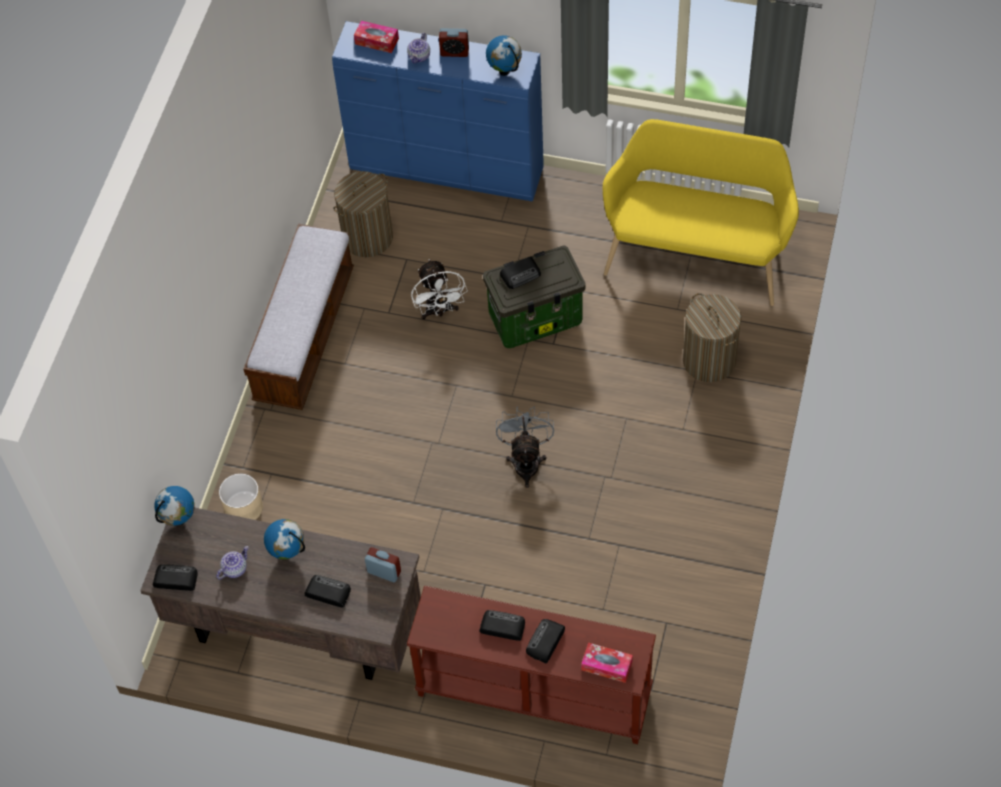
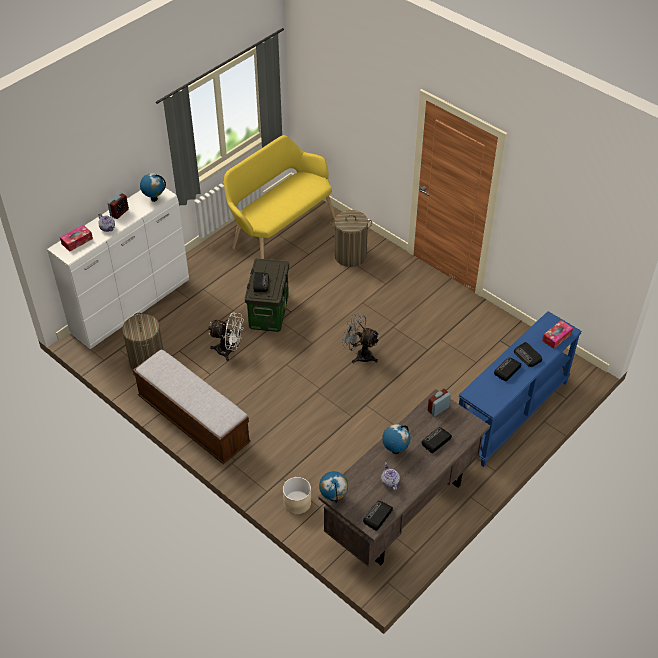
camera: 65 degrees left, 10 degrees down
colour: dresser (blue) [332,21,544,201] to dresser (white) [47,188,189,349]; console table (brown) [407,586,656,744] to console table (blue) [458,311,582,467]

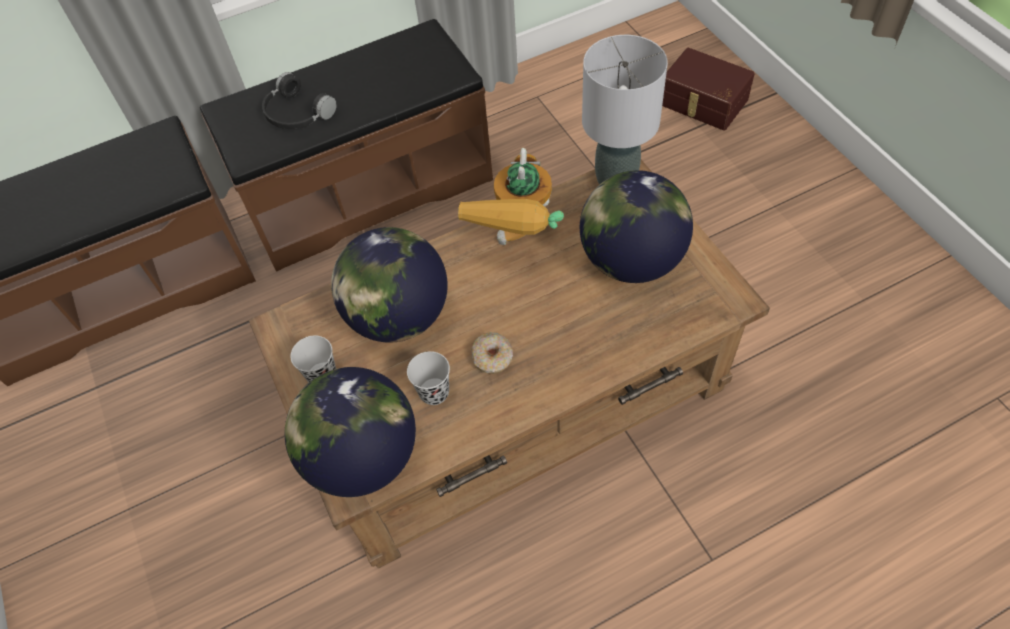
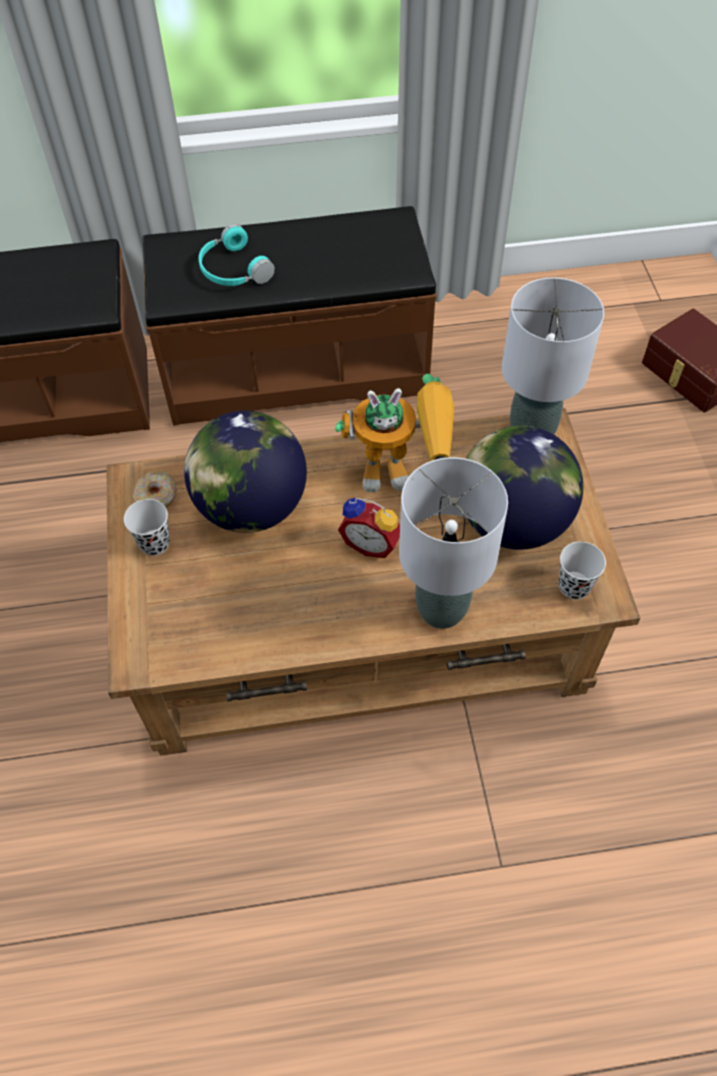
camera: 15 degrees right, 0 degrees up
missing: globe [285,367,416,497]
appeared: table lamp (grey) [399,457,508,629]; alarm clock [338,498,400,558]
relocated: donut [471,332,513,374] to [133,471,176,508]; cup (black) [407,351,450,405] to [559,542,606,599]
colour: headphones (black) [262,72,337,129] to headphones (turquoise) [198,224,275,286]
spun: toy robot [458,148,564,245] = [335,374,454,492] 120 degrees counterclockwise

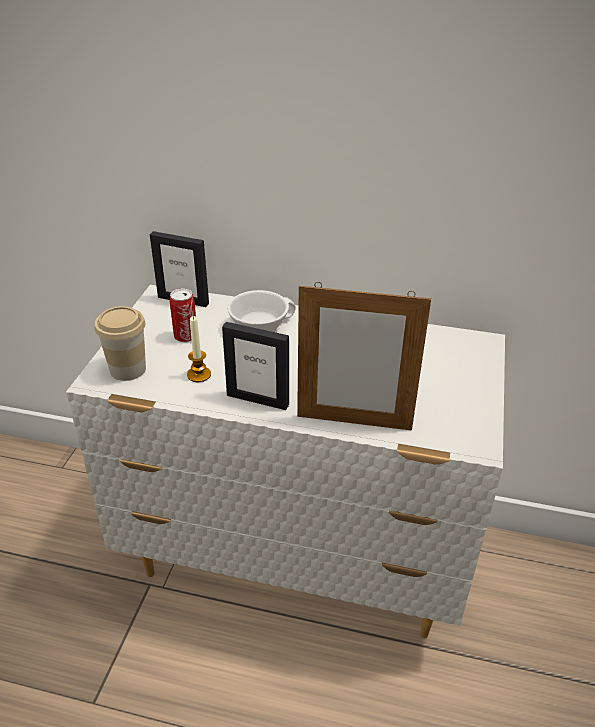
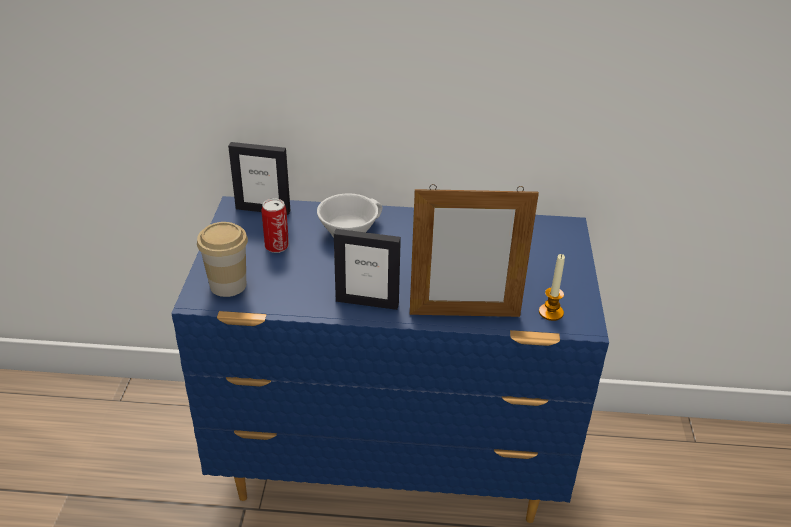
camera: 10 degrees left, 0 degrees up
relocated: candle [187,316,211,382] to [539,254,565,321]
colour: dresser (white) [66,285,505,638] to dresser (blue) [171,196,609,523]

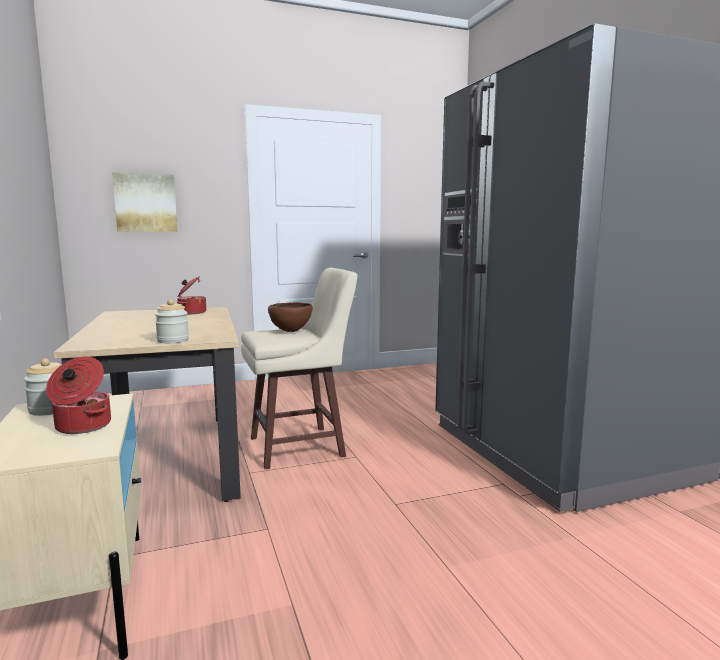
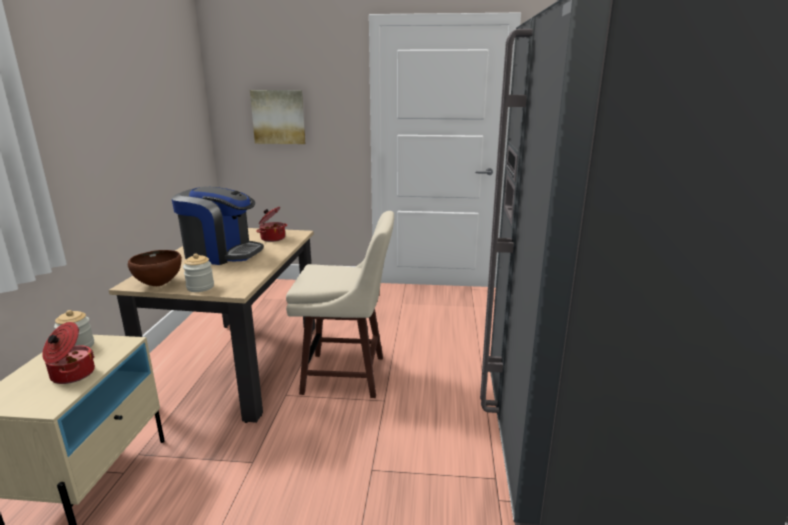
camera: 25 degrees right, 10 degrees up
appeared: coffee machine [172,187,264,265]
relocated: bowl (brown) [268,302,312,332] to [128,250,182,286]

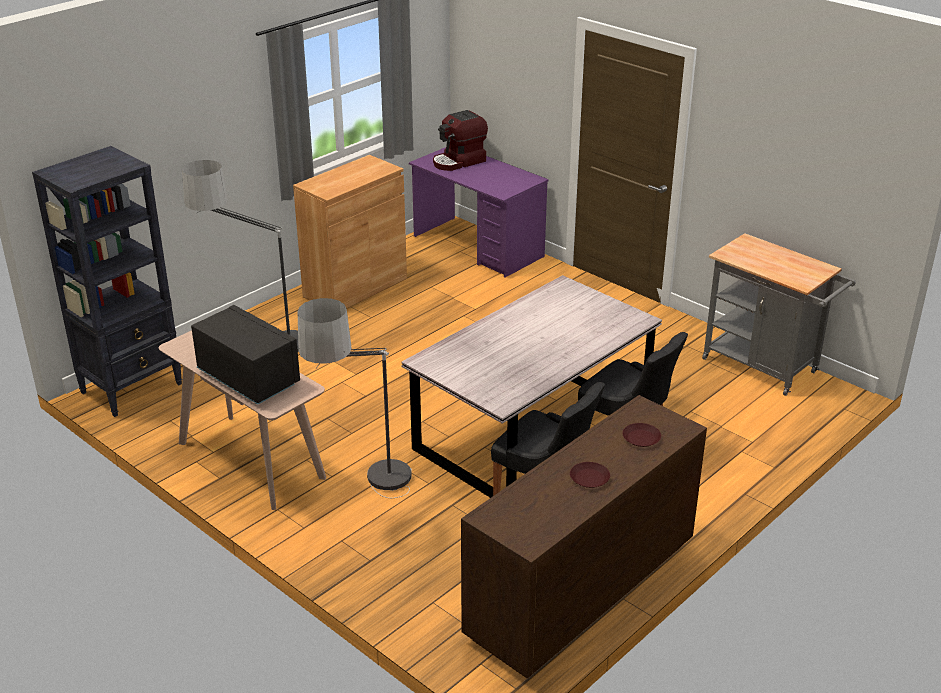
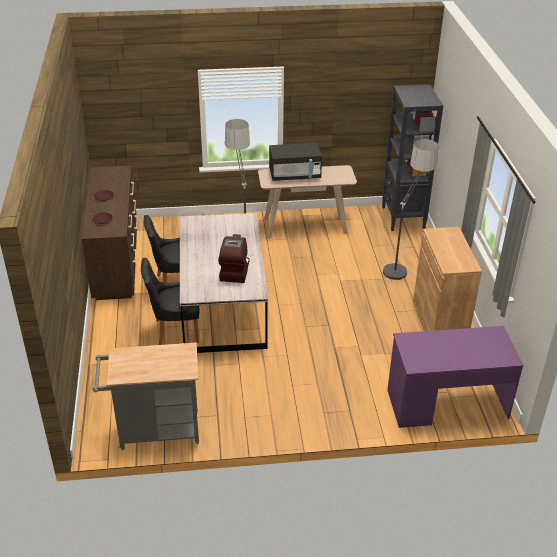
camera: 130 degrees right, 5 degrees up
relocated: coffee machine [433,110,488,171] to [218,234,249,283]

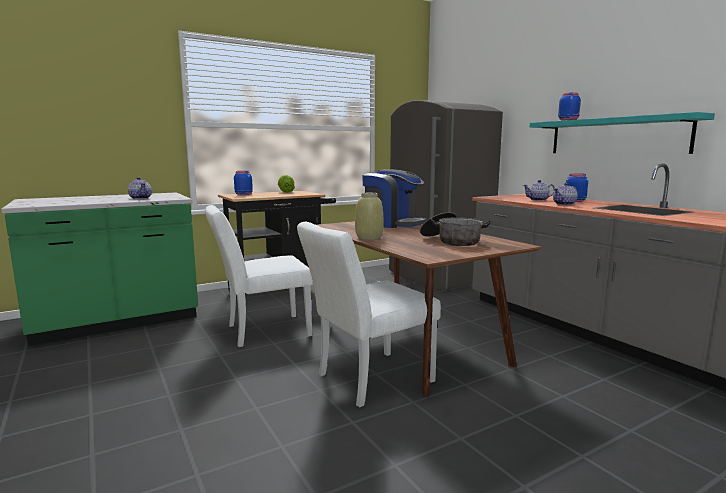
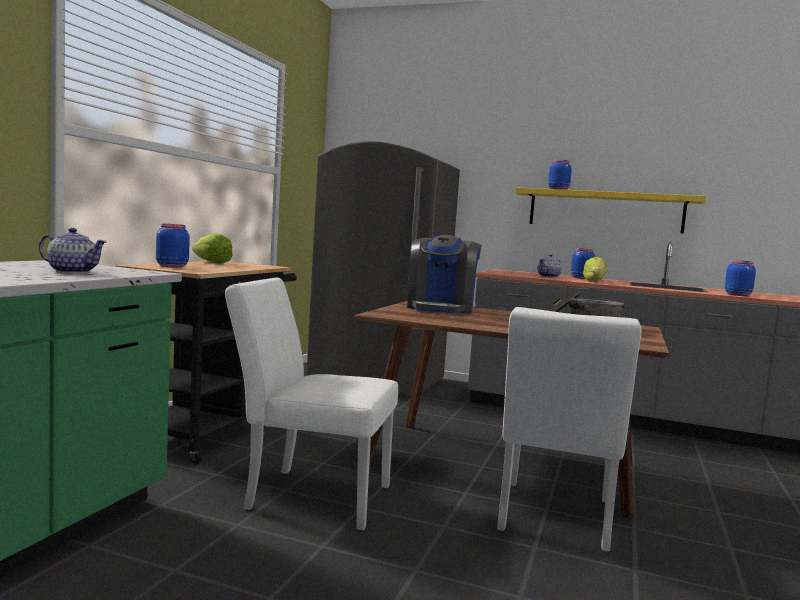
camera: 40 degrees left, 5 degrees down
missing: vase (beige) [355,193,384,240]
appeared: jar (blue) [725,260,756,296]
exchanged: teapot [553,183,577,205] to lettuce [583,257,607,282]
colour: shelf (turquoise) [530,112,715,154] to shelf (yellow) [515,187,706,234]
spun: coffee machine [362,169,426,228] = [407,235,482,314] 105 degrees clockwise; chair (white) [205,205,313,347] = [225,278,398,530] 75 degrees clockwise

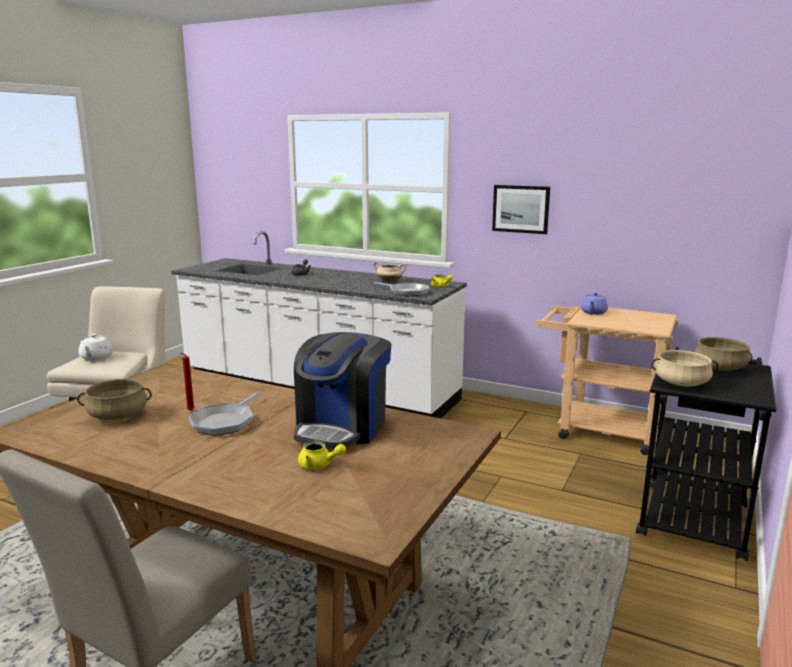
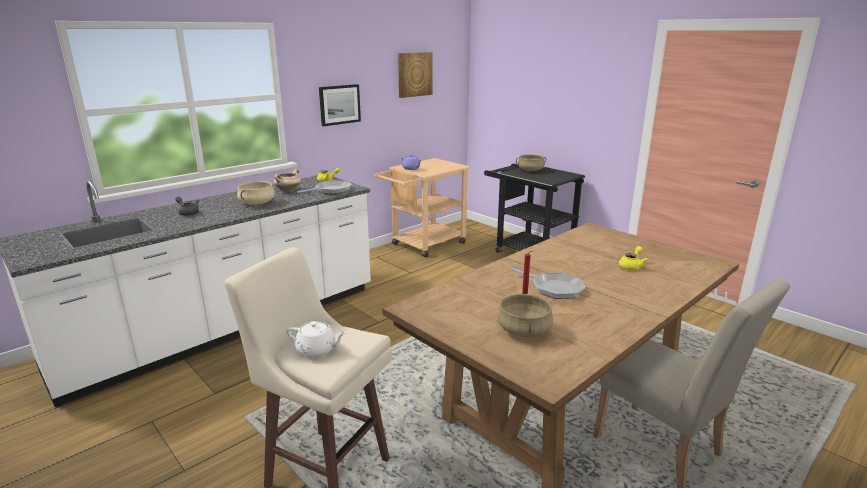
camera: 70 degrees left, 5 degrees up
missing: coffee machine [294,332,391,449]
appeared: picture [398,52,432,98]
relocated: cooking pot (beige) [651,350,718,387] to [237,181,275,205]

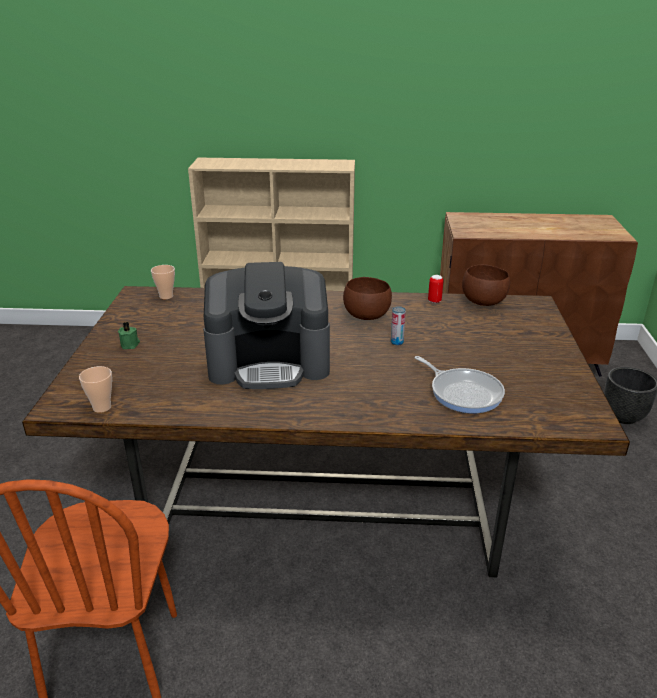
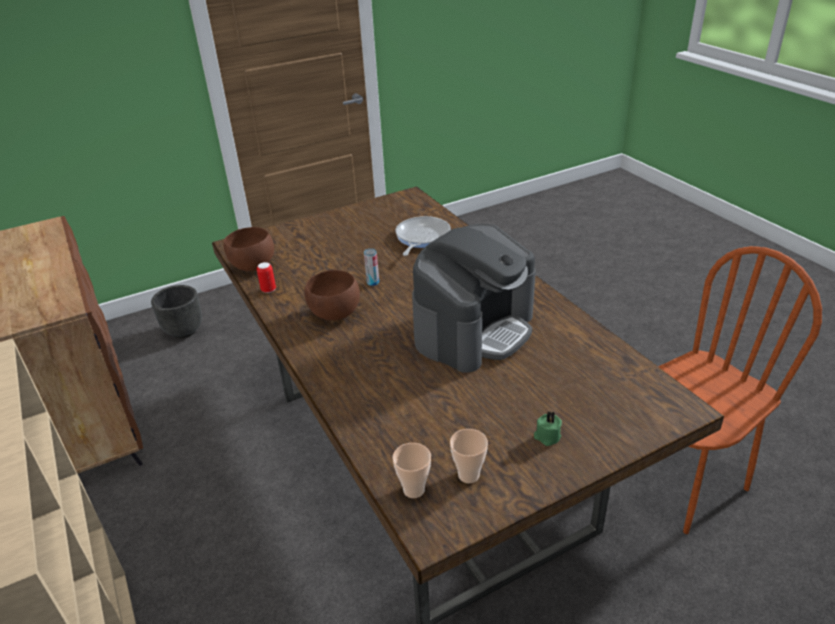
camera: 120 degrees left, 5 degrees up
relocated: cup [79,366,112,413] to [450,429,488,483]
spun: coffee machine [203,262,330,389] = [412,224,536,373] 75 degrees clockwise

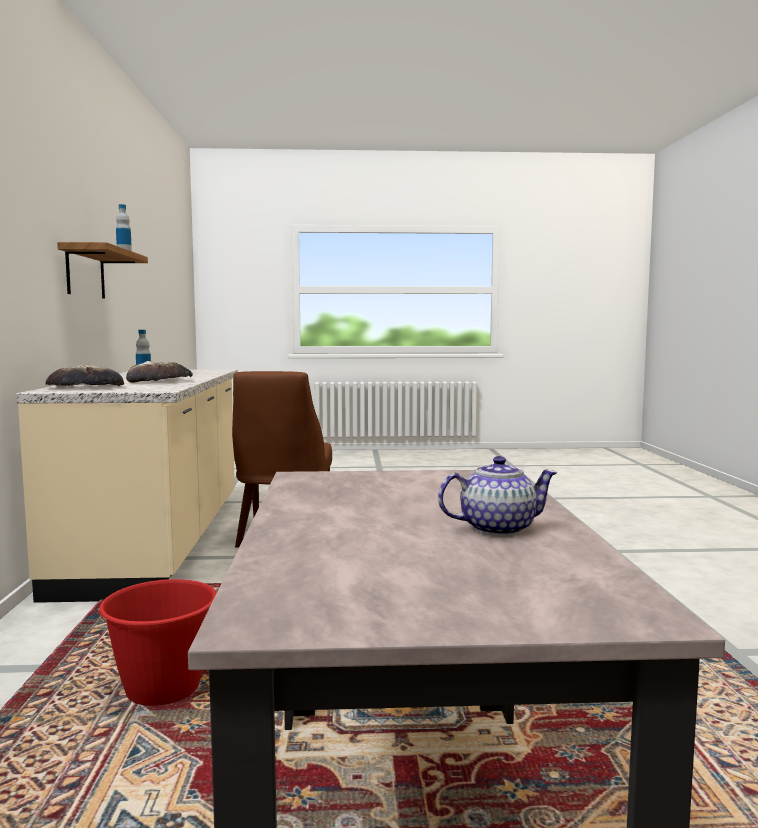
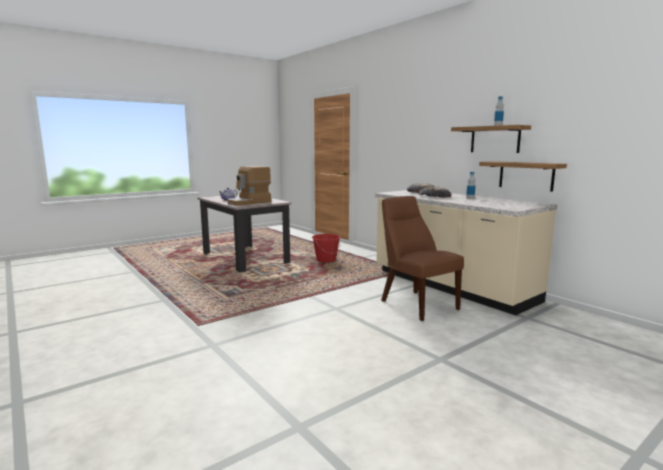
camera: 145 degrees right, 5 degrees up
appeared: shelf [479,161,567,192]; coffee machine [228,166,271,205]

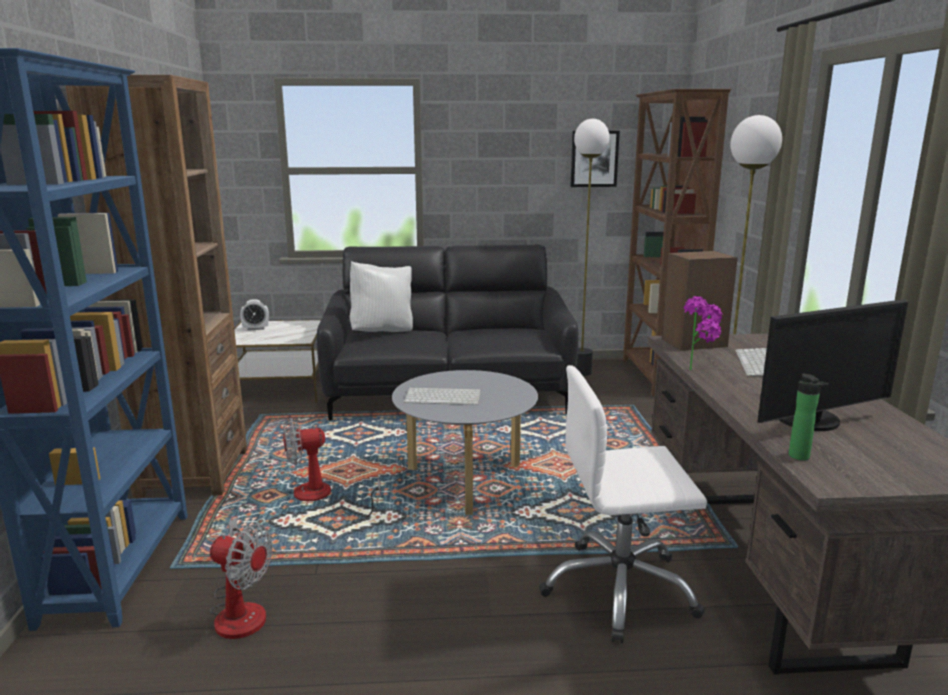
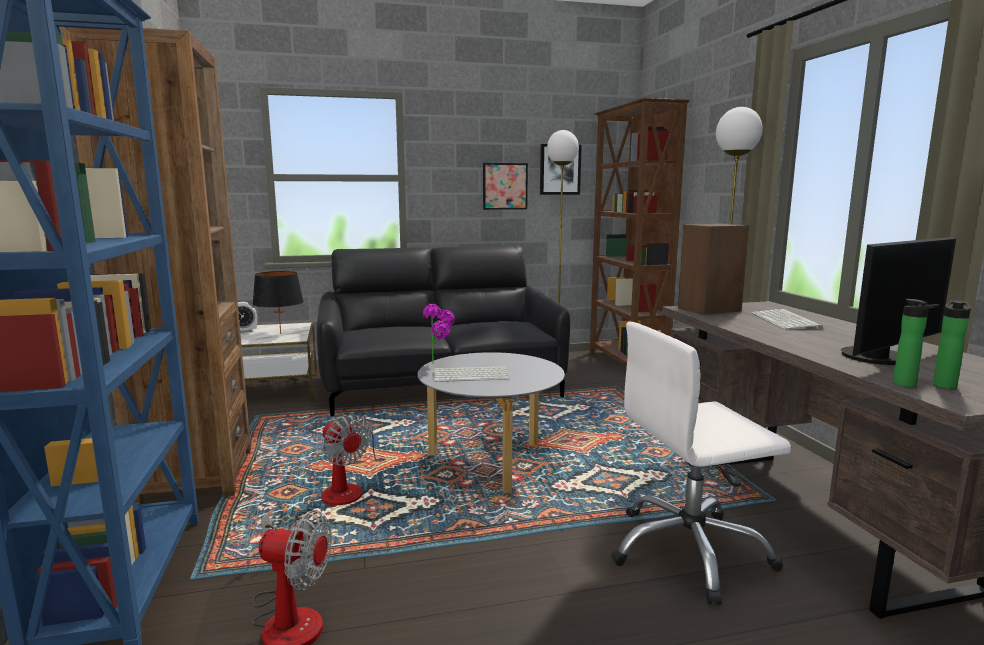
camera: 10 degrees left, 5 degrees down
missing: pillow (white) [350,261,413,332]
appeared: picture [483,163,528,210]; table lamp (black) [252,271,304,334]; bottle [933,300,971,389]
relocated: potted plant [684,296,723,370] to [423,304,455,363]
spun: fan [283,418,381,517] = [321,415,376,505] 105 degrees counterclockwise

